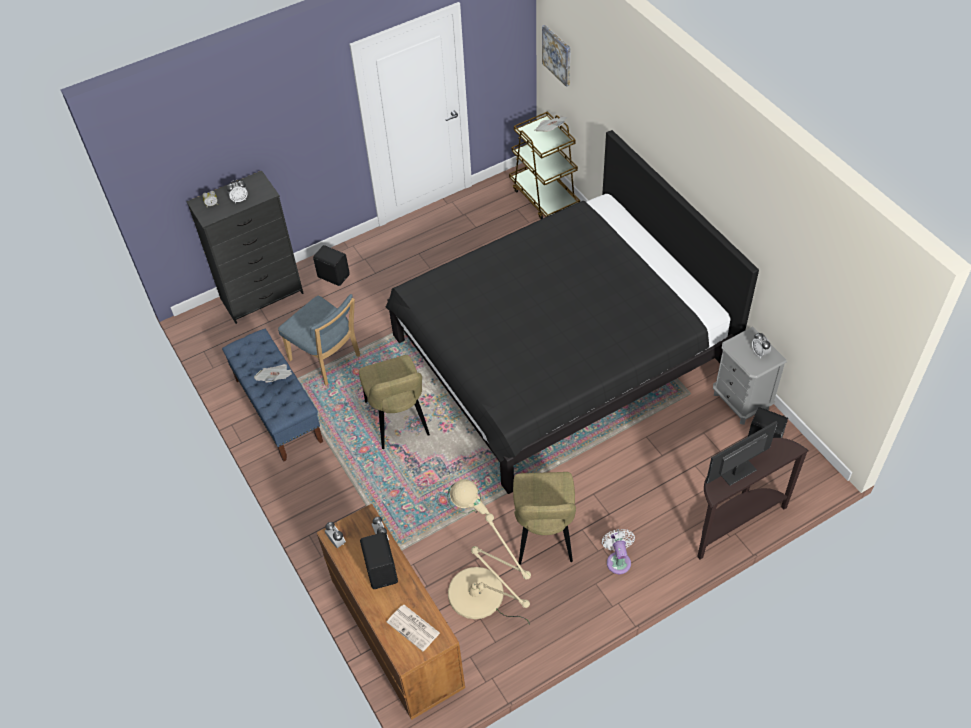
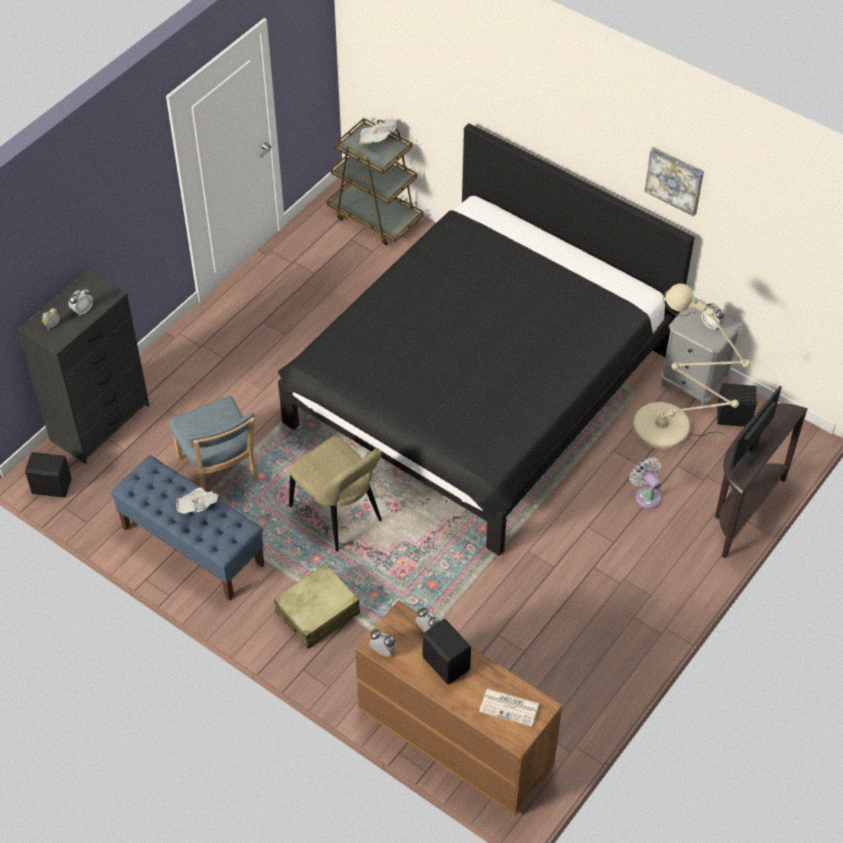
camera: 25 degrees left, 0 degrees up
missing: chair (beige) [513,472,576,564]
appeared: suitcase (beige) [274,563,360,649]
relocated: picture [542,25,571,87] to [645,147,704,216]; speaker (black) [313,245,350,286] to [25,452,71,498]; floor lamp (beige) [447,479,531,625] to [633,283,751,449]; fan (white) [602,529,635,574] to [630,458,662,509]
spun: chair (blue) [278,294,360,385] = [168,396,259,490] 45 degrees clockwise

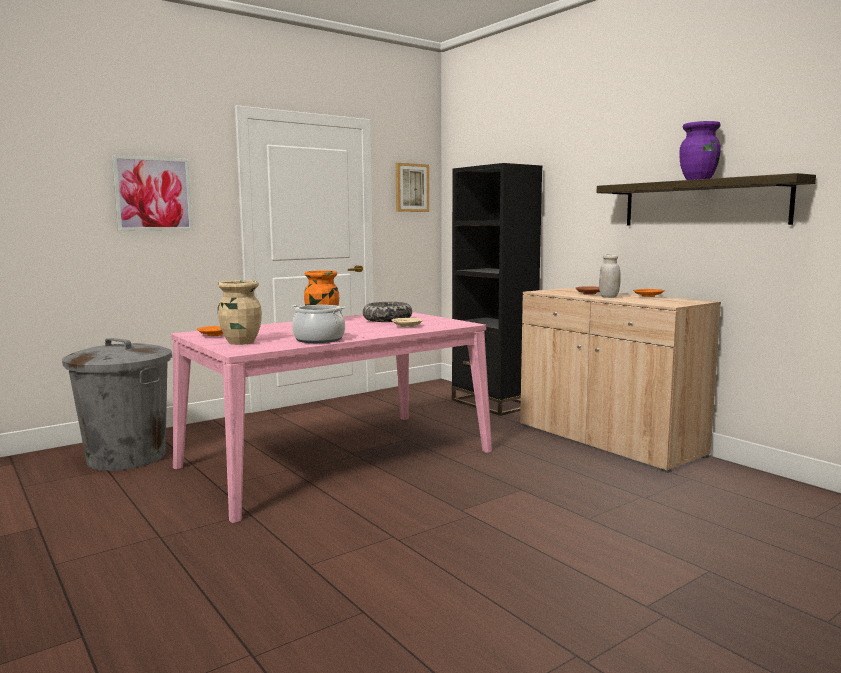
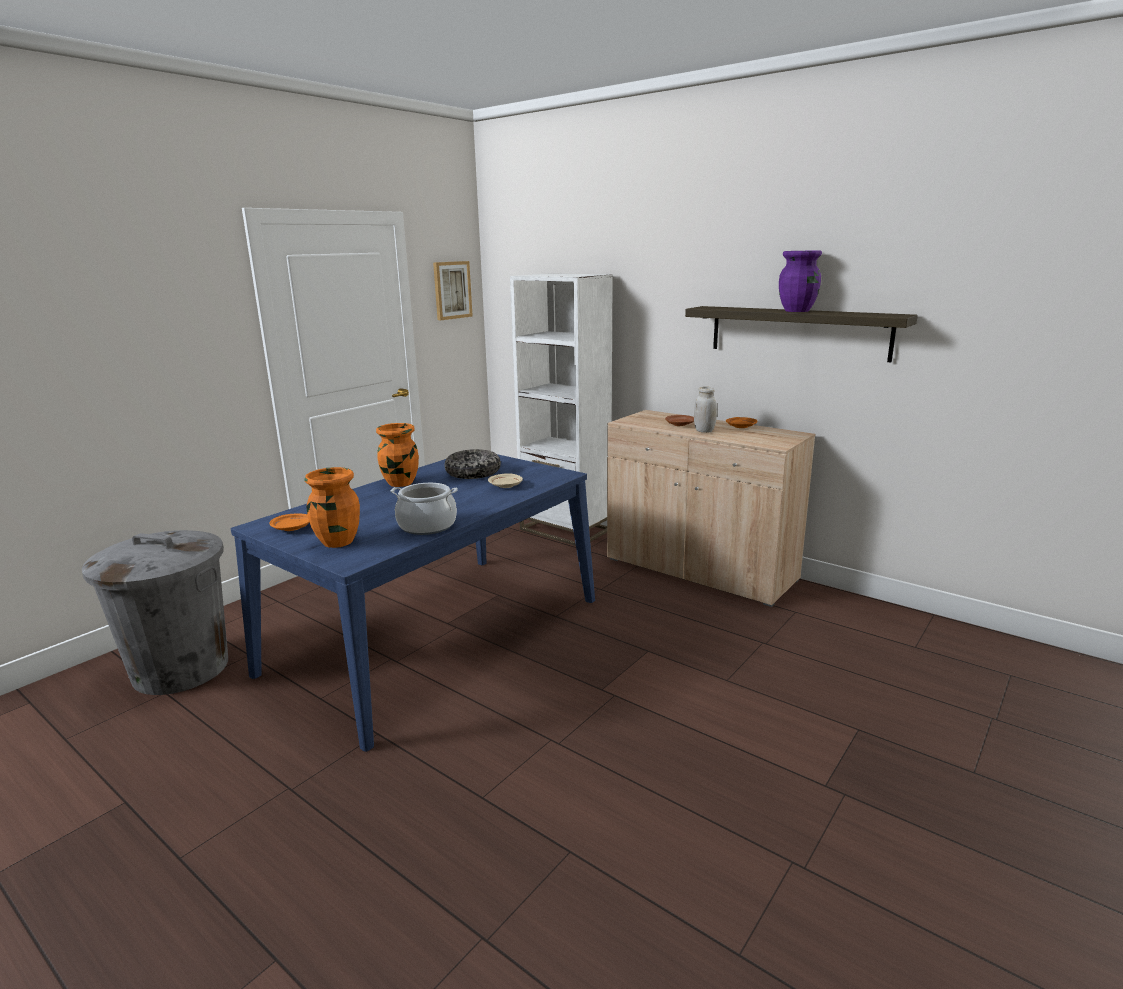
camera: 15 degrees left, 10 degrees up
missing: picture [112,155,193,231]
colour: bookcase (black) [452,163,543,416] to bookcase (white) [510,274,613,546]; vase (beige) [218,280,262,345] to vase (orange) [304,467,360,548]; dining table (pink) [171,312,492,523] to dining table (blue) [231,454,595,752]

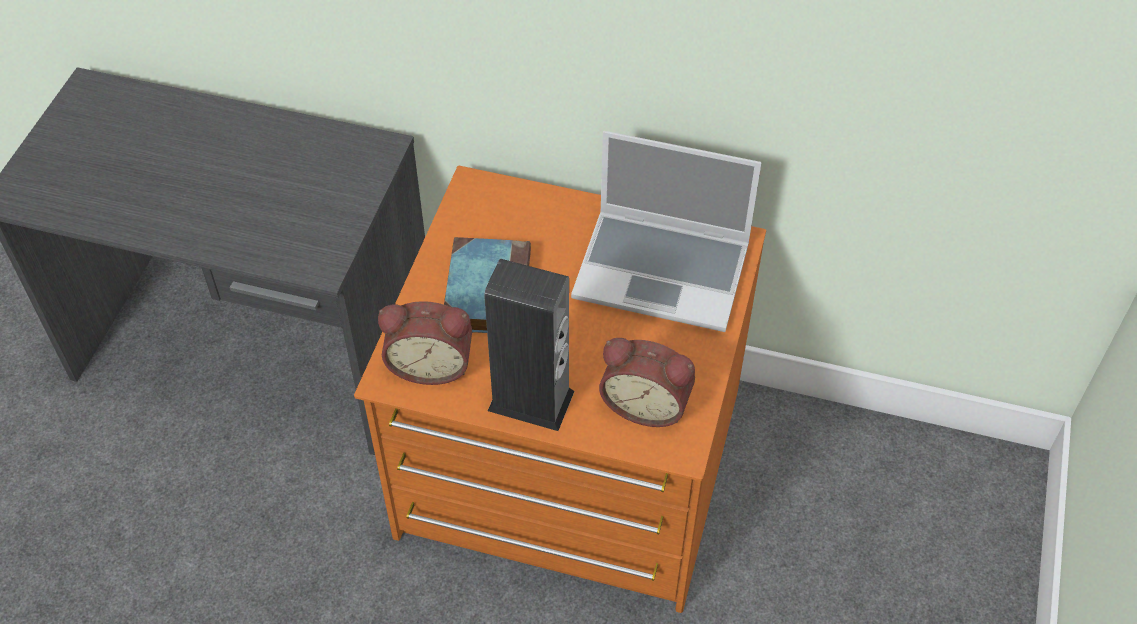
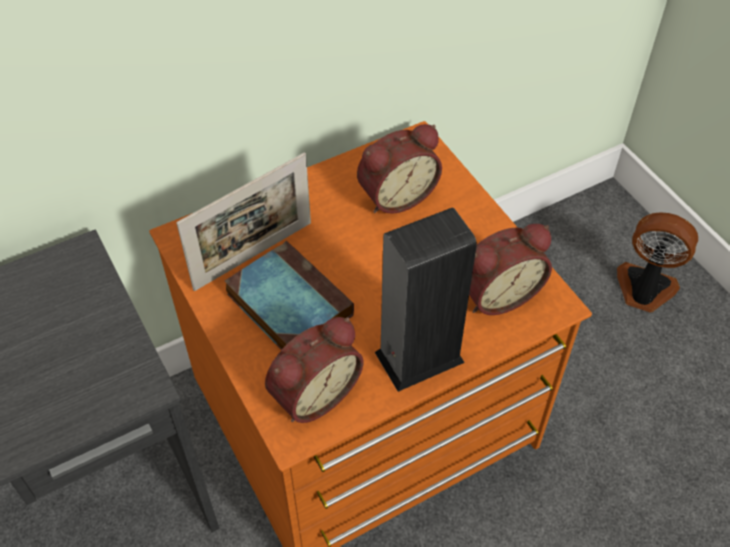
camera: 45 degrees left, 0 degrees up
appeared: picture frame [176,152,311,291]; fan [617,212,698,313]
exchanged: laptop [571,131,761,332] to alarm clock [357,124,442,214]

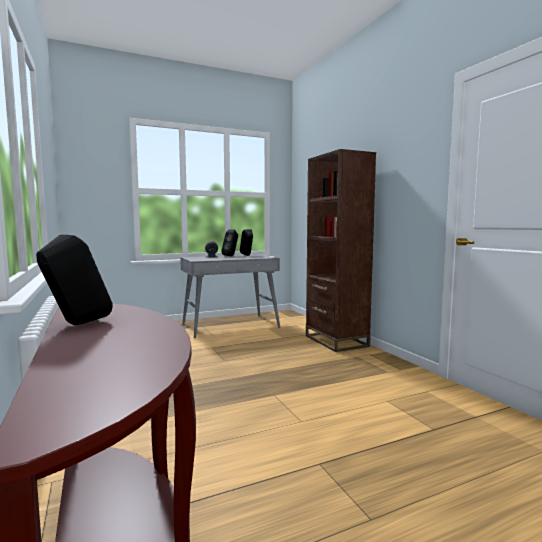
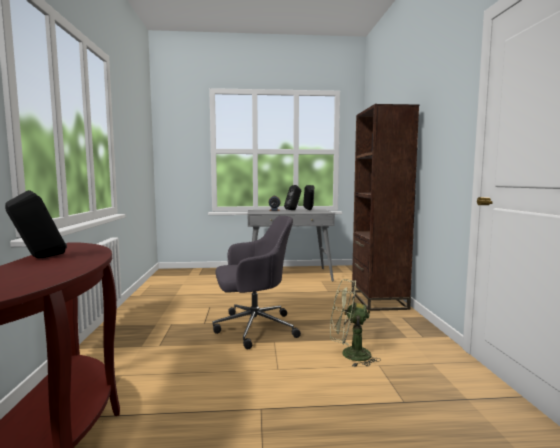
camera: 20 degrees right, 0 degrees up
appeared: office chair (grey) [213,216,301,349]; fan (green) [330,279,381,367]

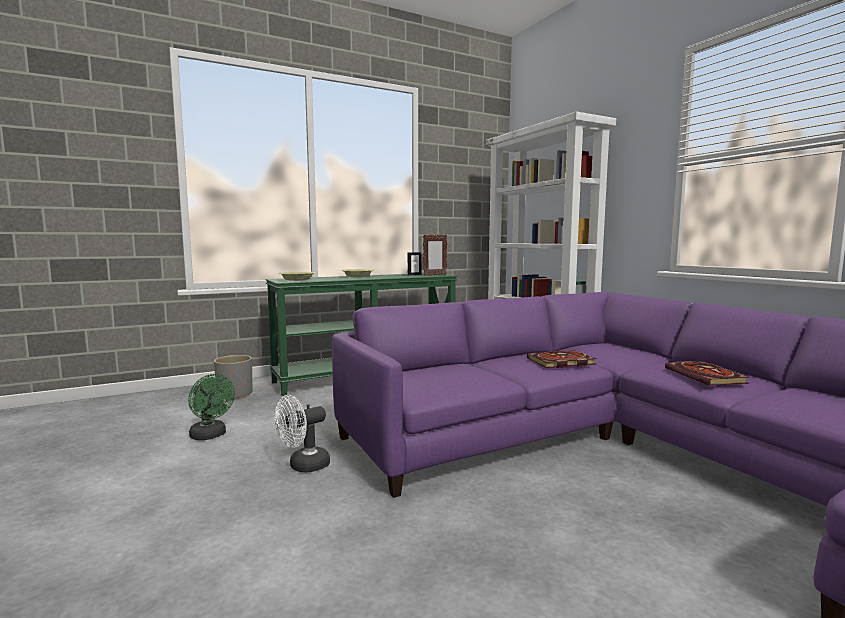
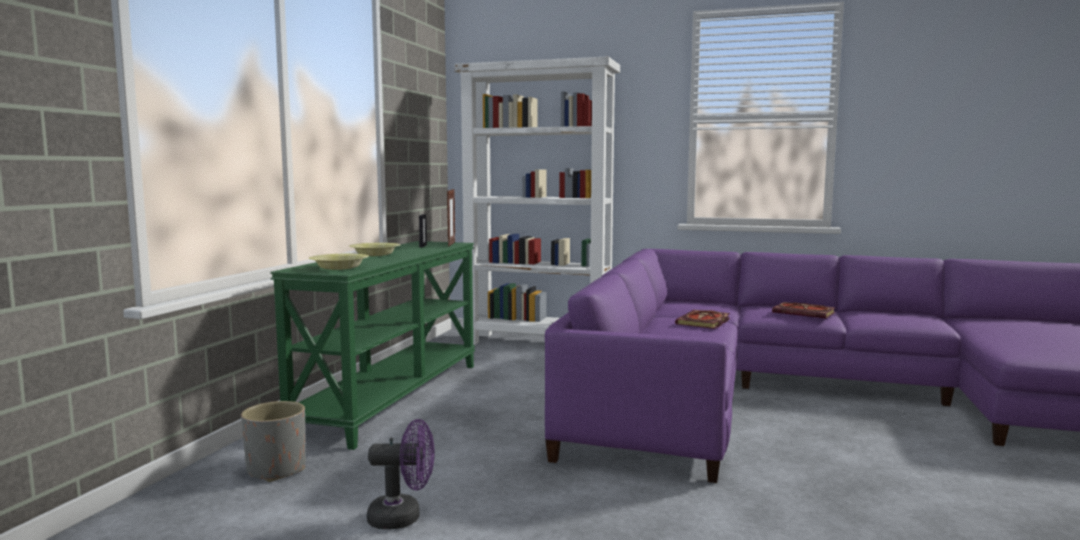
camera: 45 degrees left, 0 degrees up
missing: fan (white) [275,395,330,472]
colour: fan (green) [188,374,235,440] to fan (purple) [367,419,435,529]

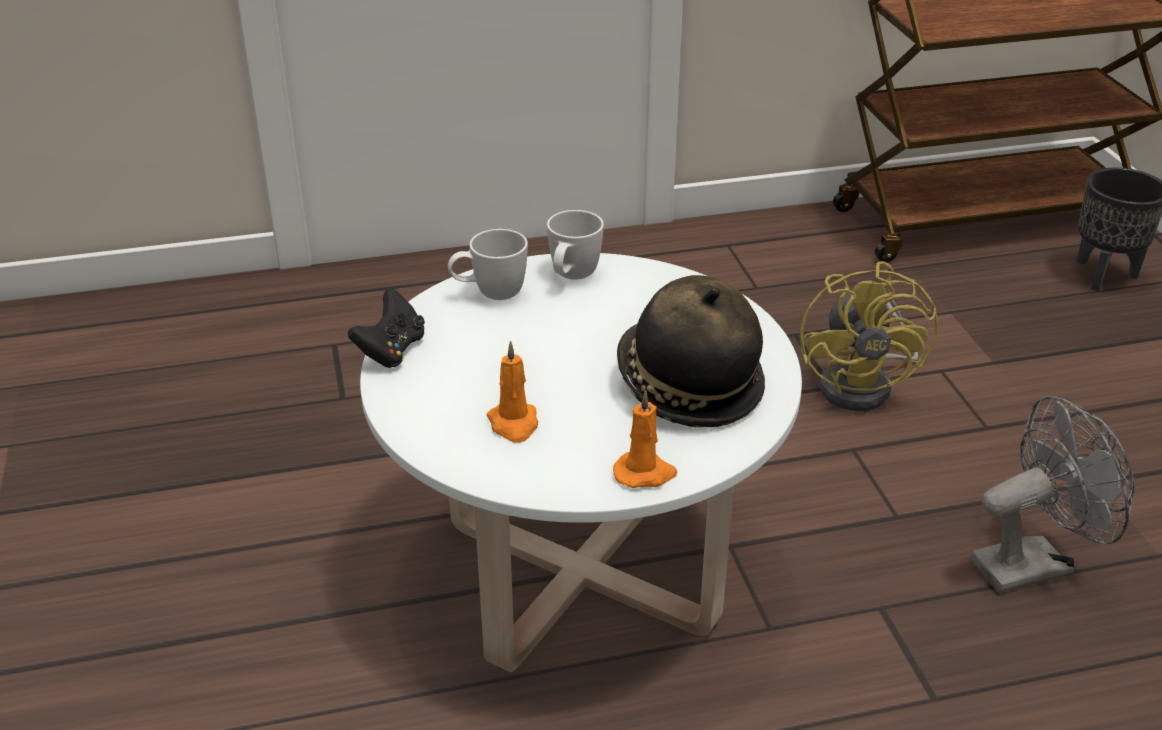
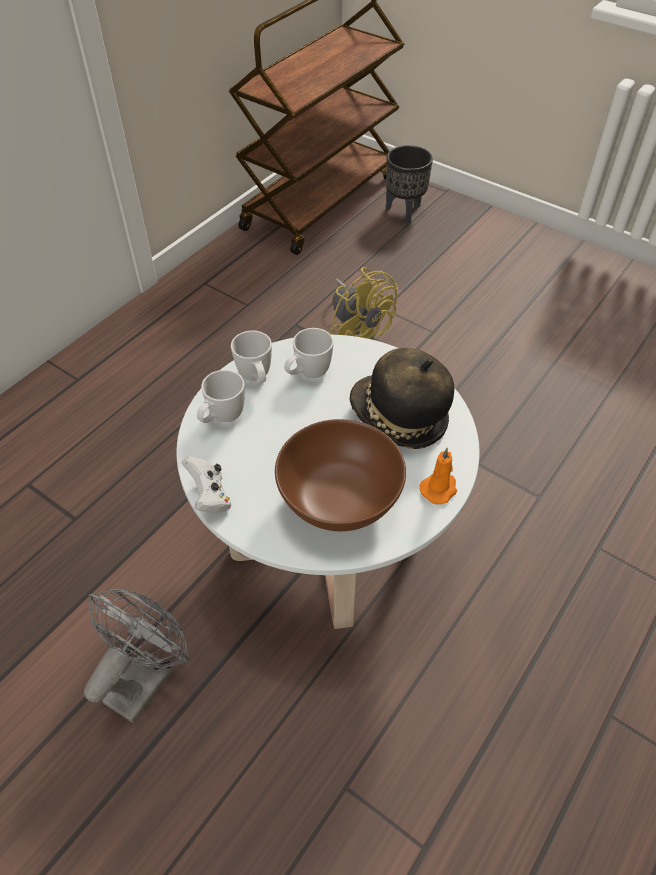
camera: 40 degrees left, 15 degrees up
appeared: mug (white) [284,328,334,378]
relocated: fan (grey) [971,396,1134,593] to [84,588,189,723]
exchanged: candle (orange) [487,341,538,443] to bowl (brown) [275,419,406,531]
colour: game controller (black) [348,288,425,368] to game controller (white) [182,456,231,513]

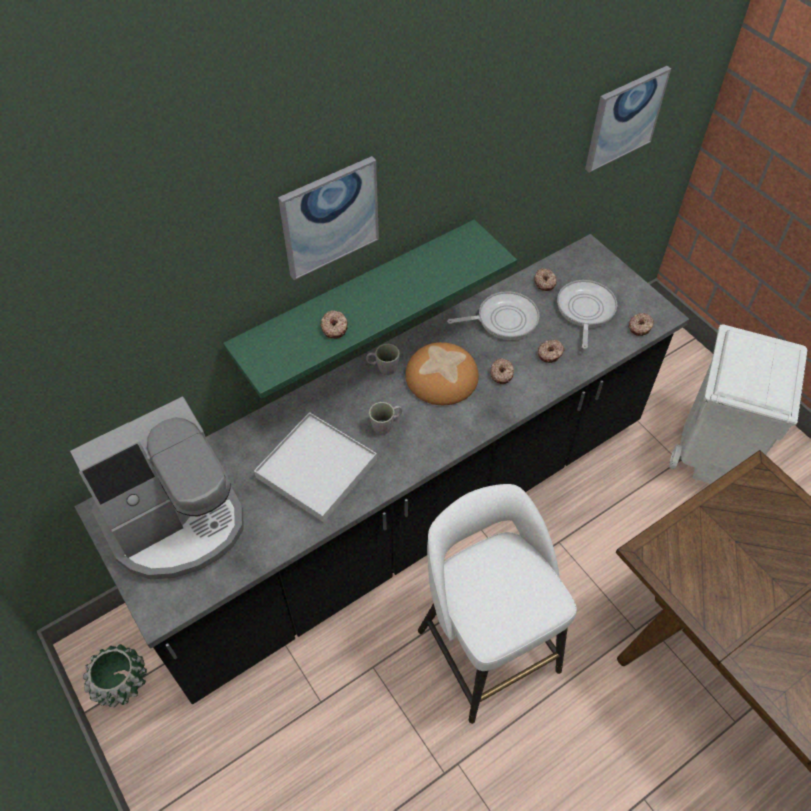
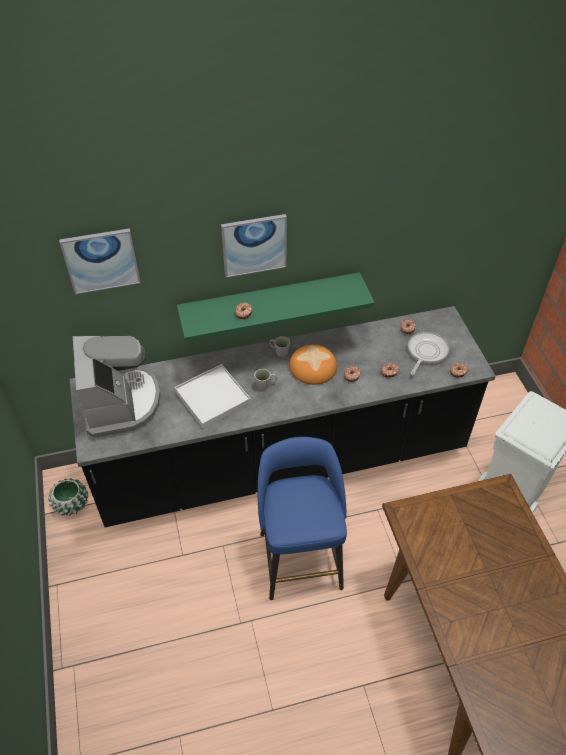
camera: 20 degrees right, 5 degrees down
missing: frying pan [447,291,539,340]
relocated: picture [585,66,671,173] to [59,228,141,294]
colour: stool (white) [418,484,577,724] to stool (blue) [258,437,347,600]
spun: coffee machine [70,397,244,579] = [73,336,160,438] 90 degrees counterclockwise

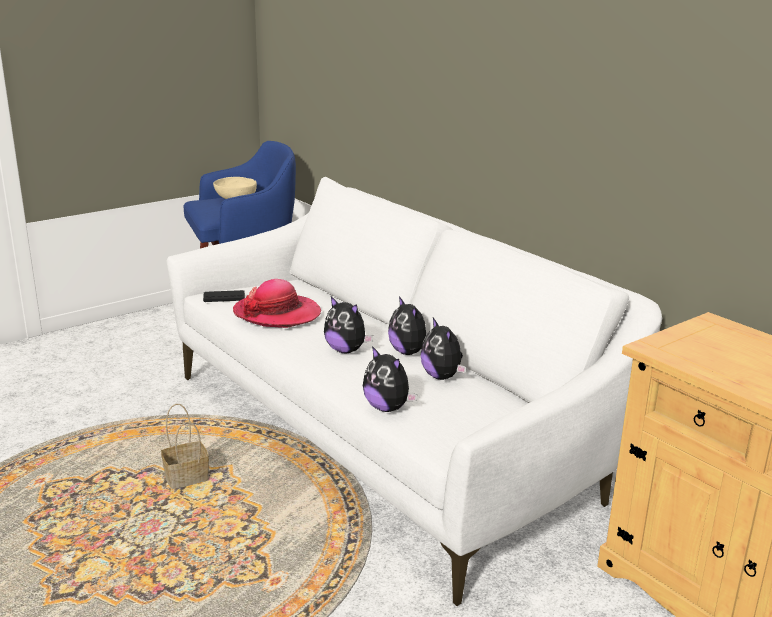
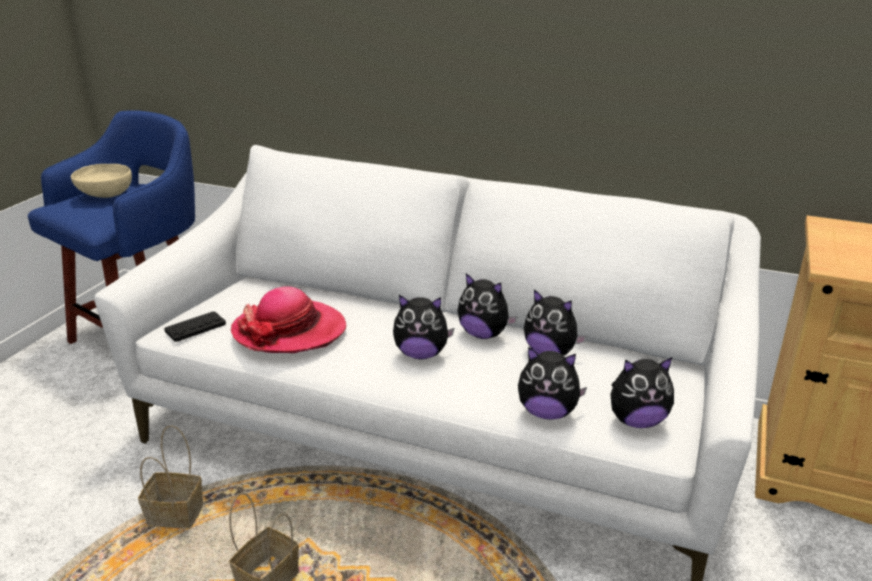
camera: 30 degrees left, 5 degrees up
appeared: plush toy [610,357,674,428]; basket [138,425,203,528]

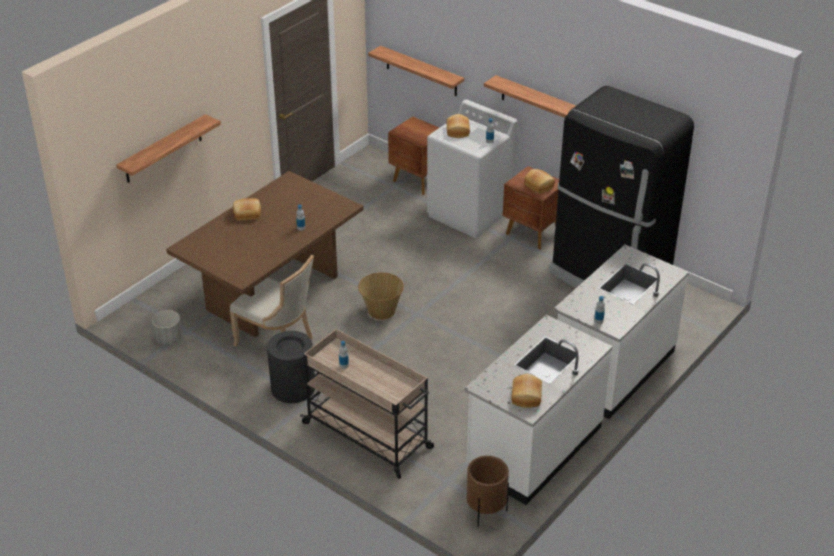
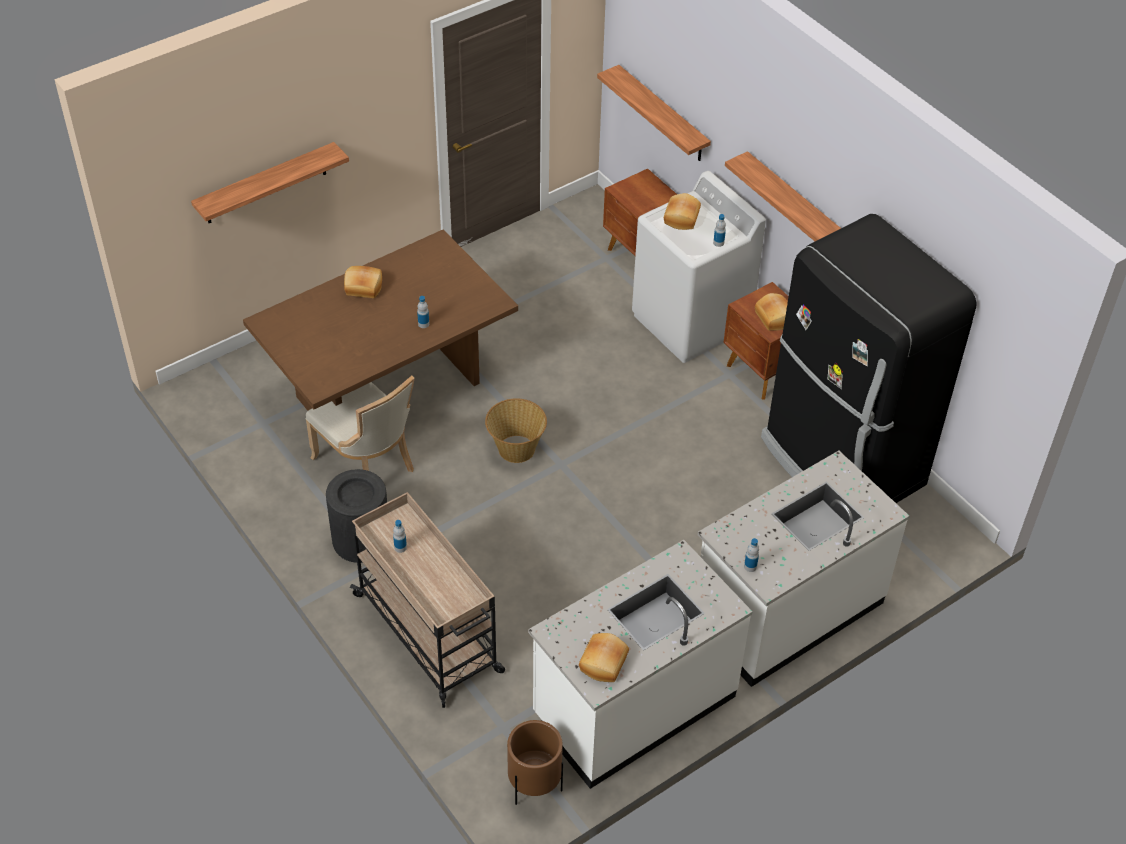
camera: 15 degrees right, 10 degrees up
missing: planter (grey) [152,310,182,345]

